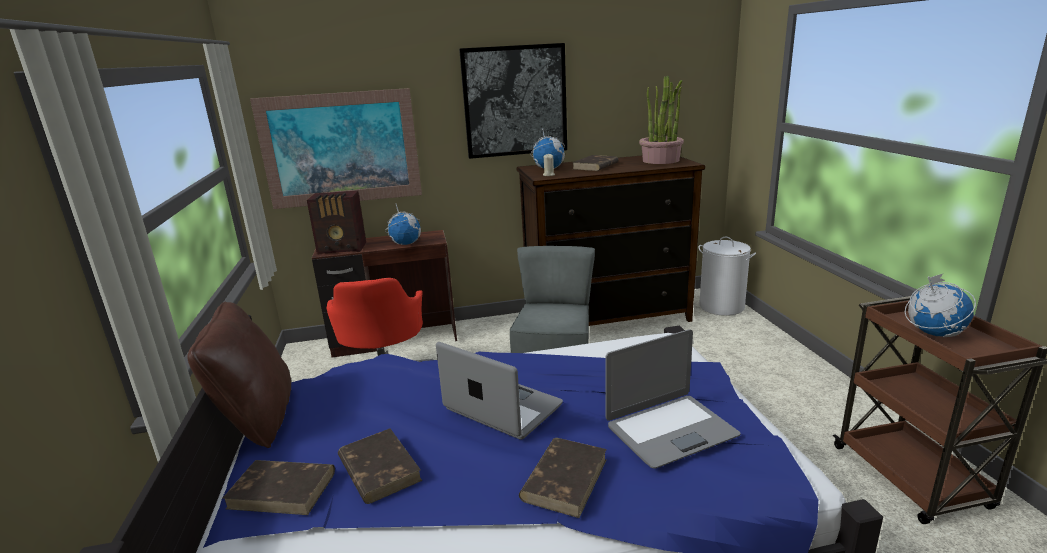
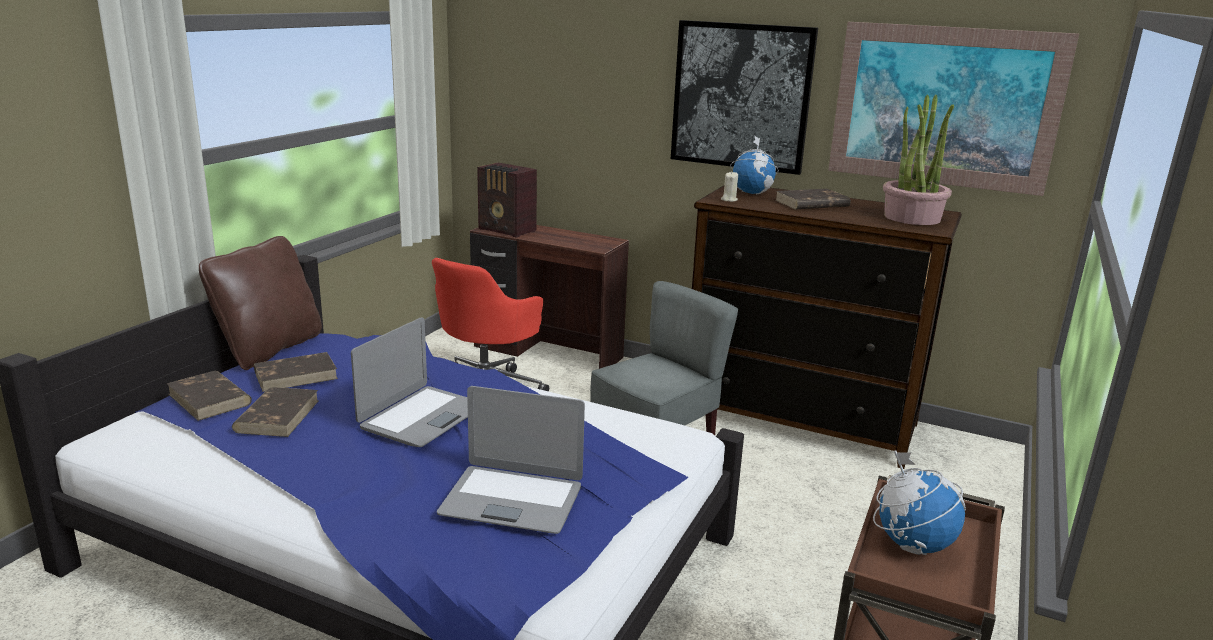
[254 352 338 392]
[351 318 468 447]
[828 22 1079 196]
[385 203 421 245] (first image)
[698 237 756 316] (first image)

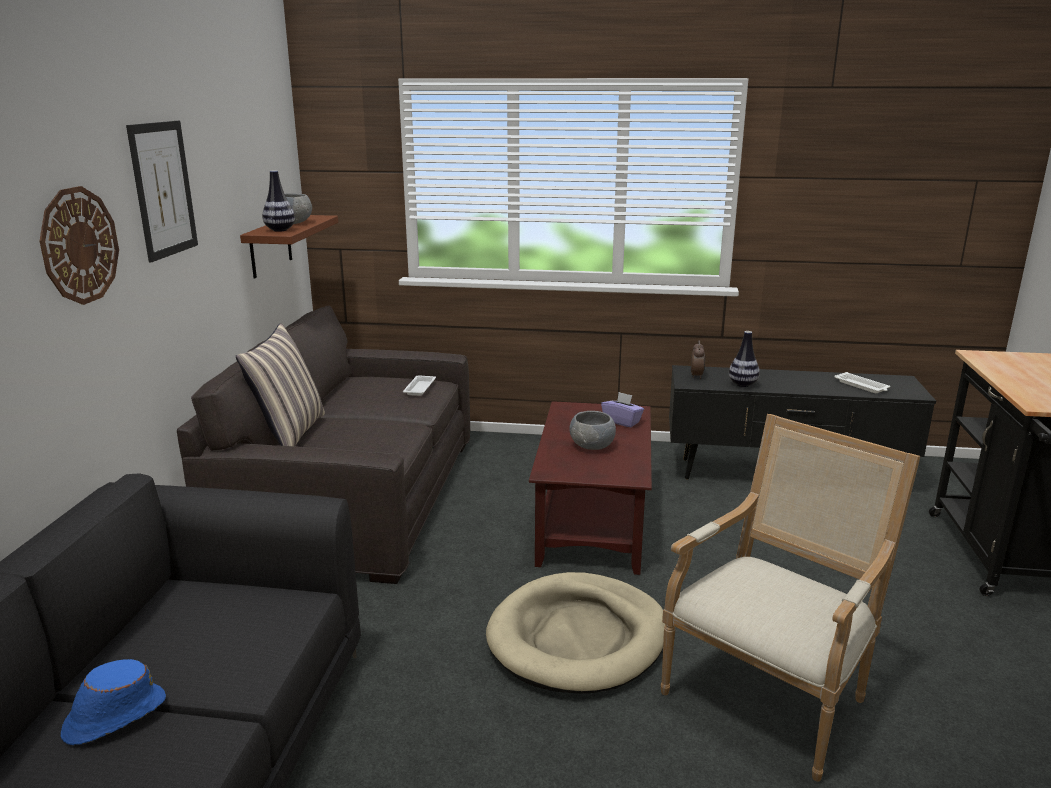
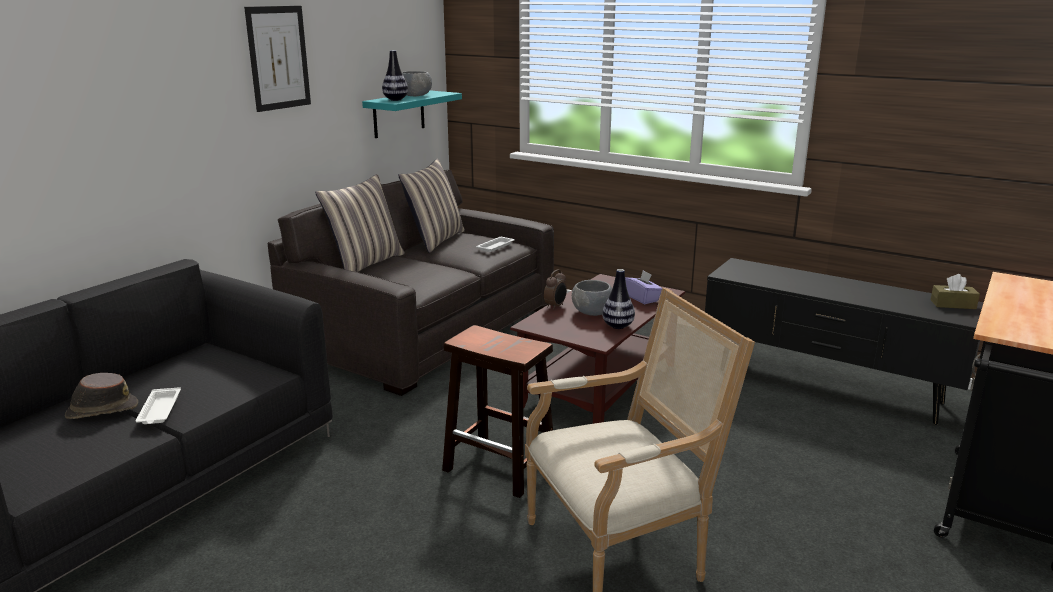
[65 373 138 419]
[136 387 181 424]
[362 90 462 138]
[398 159 465 253]
[442 325 553 498]
[544 270 567 310]
[602 269 635 329]
[931 274 980 309]
[40 186 119 305] (first image)

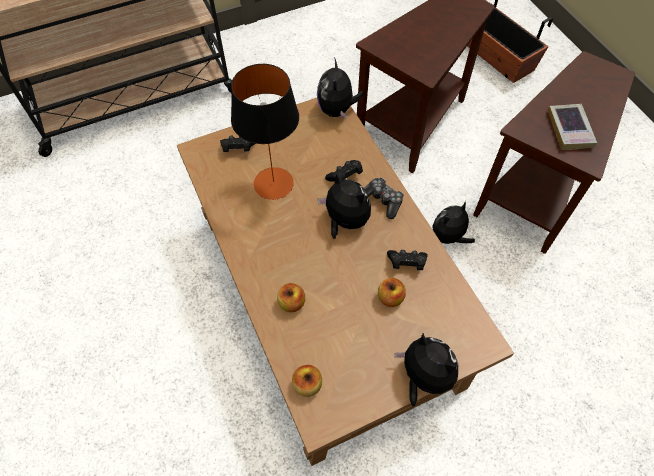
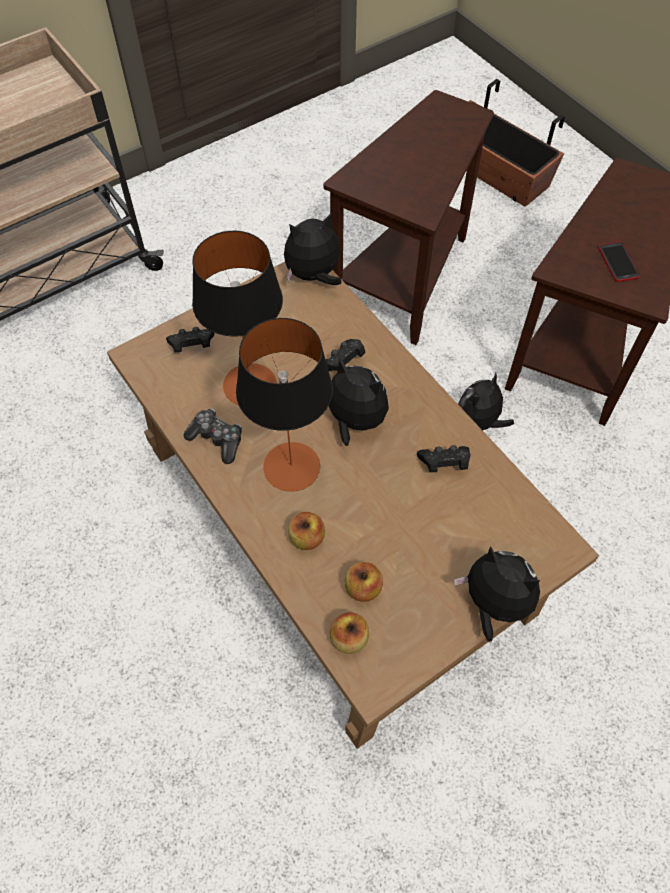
[184 409 242 464]
[236 318 333 492]
[284 213 341 285]
[345 561 383 602]
[598 241 640 282]

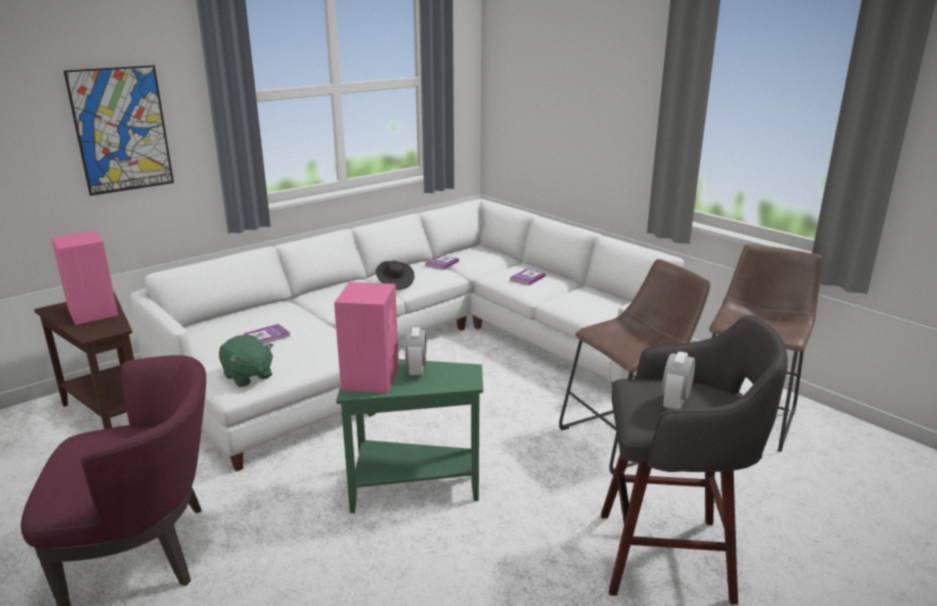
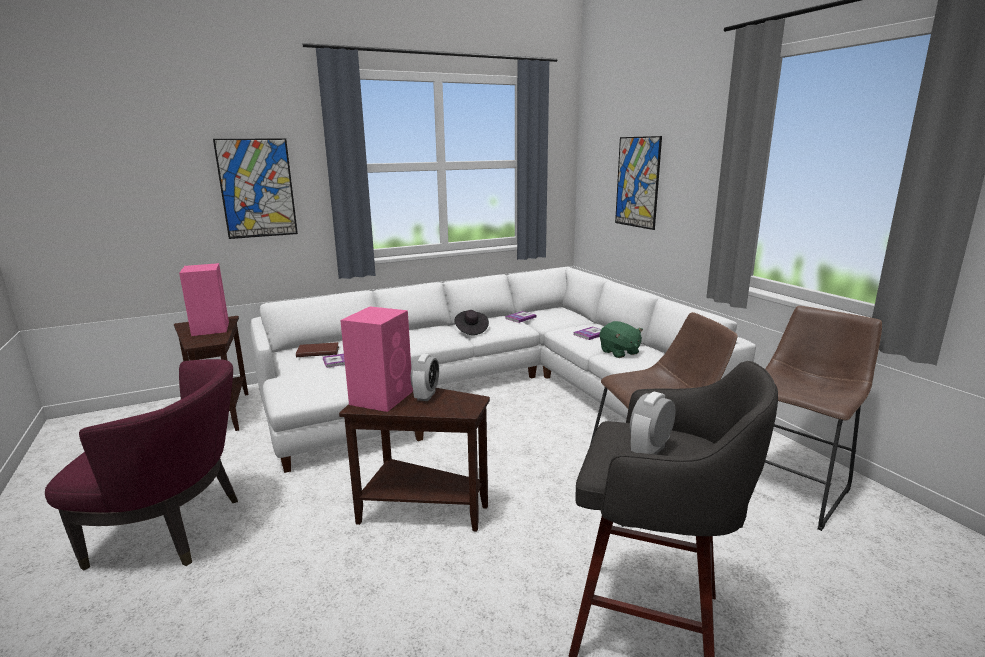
[296 342 339 357]
[339 388 490 532]
[600 321 643 358]
[615 136 662 230]

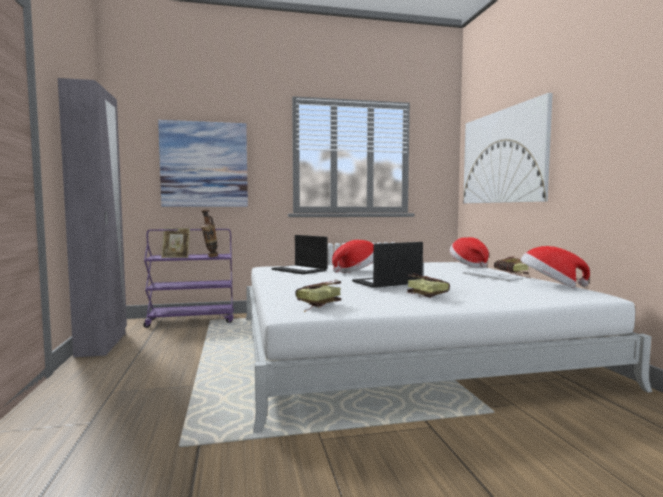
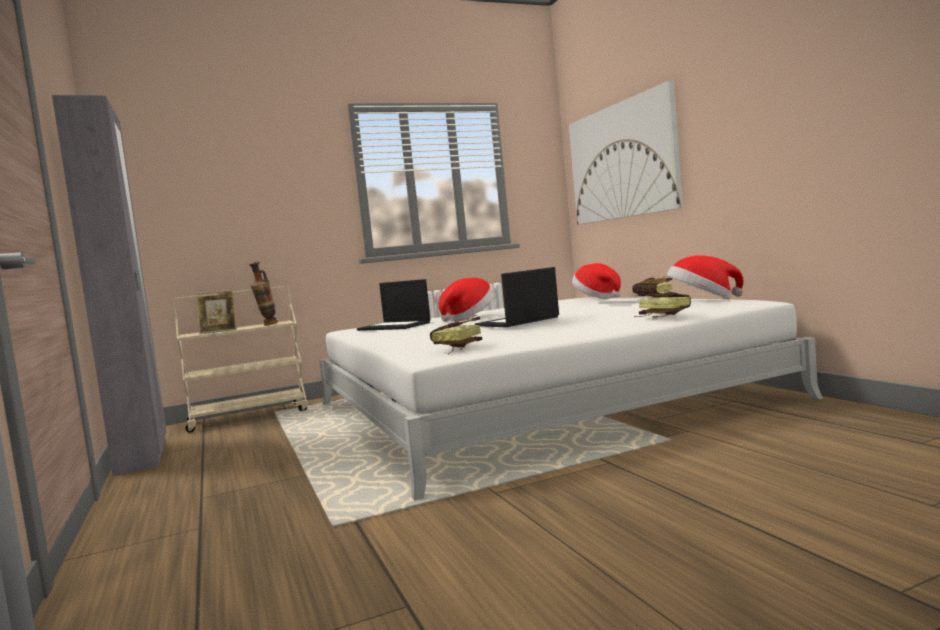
[173 286 308 432]
[634 290 691 317]
[158 120 248 207] (first image)

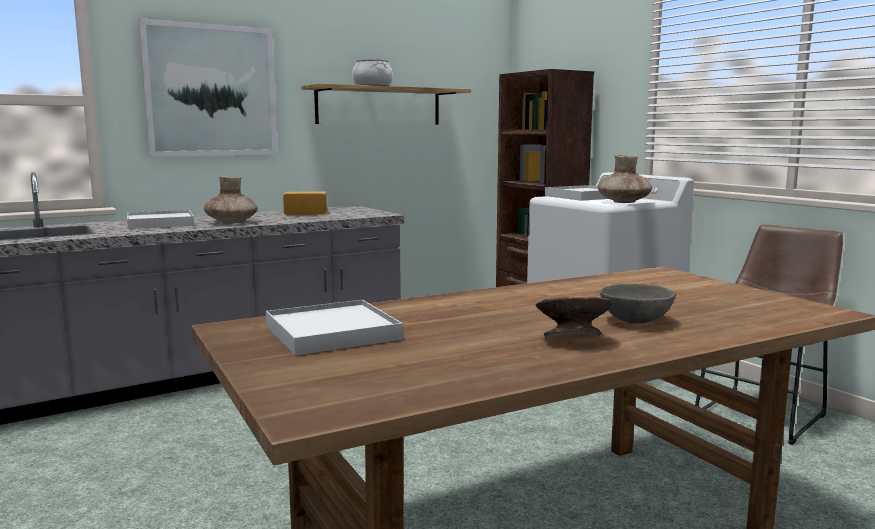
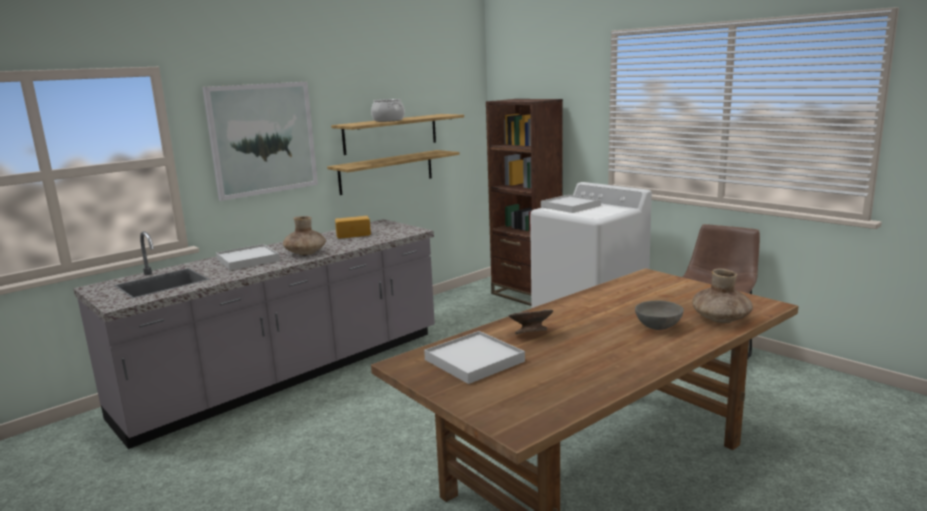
[327 150 460 195]
[508 310 553 334]
[692 268 753 323]

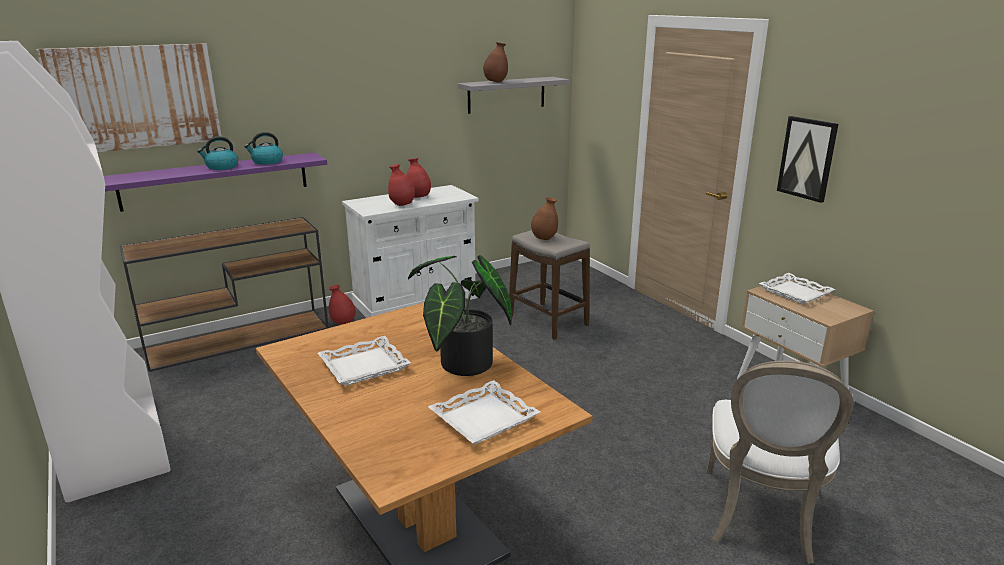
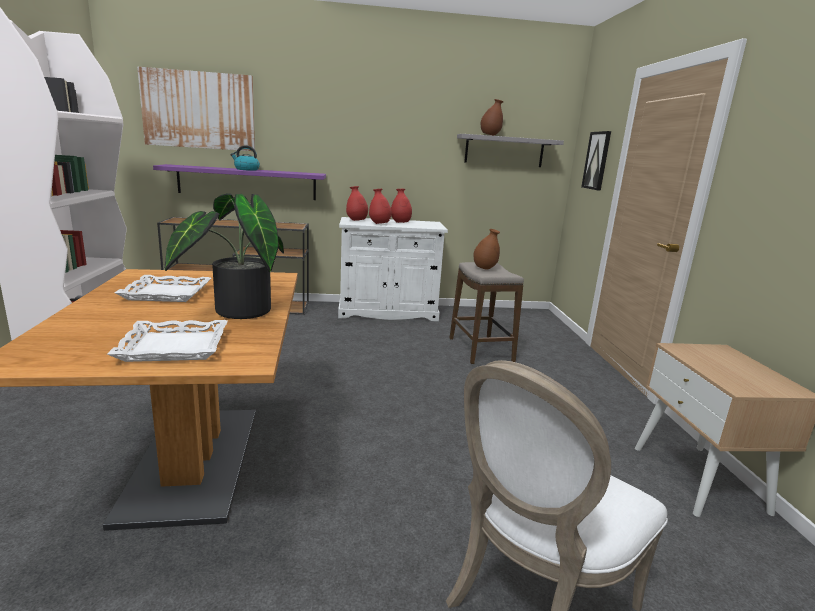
[346 186 368 221]
[581 131 611 191]
[244 132 283 165] (first image)
[759 273 835 304] (first image)

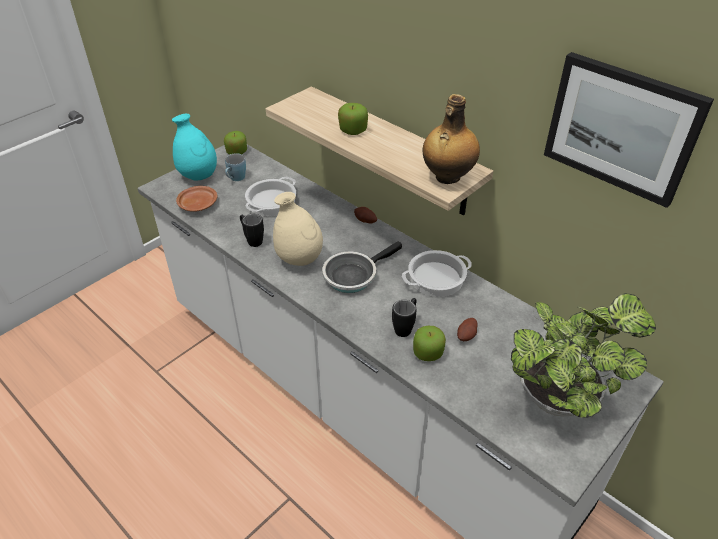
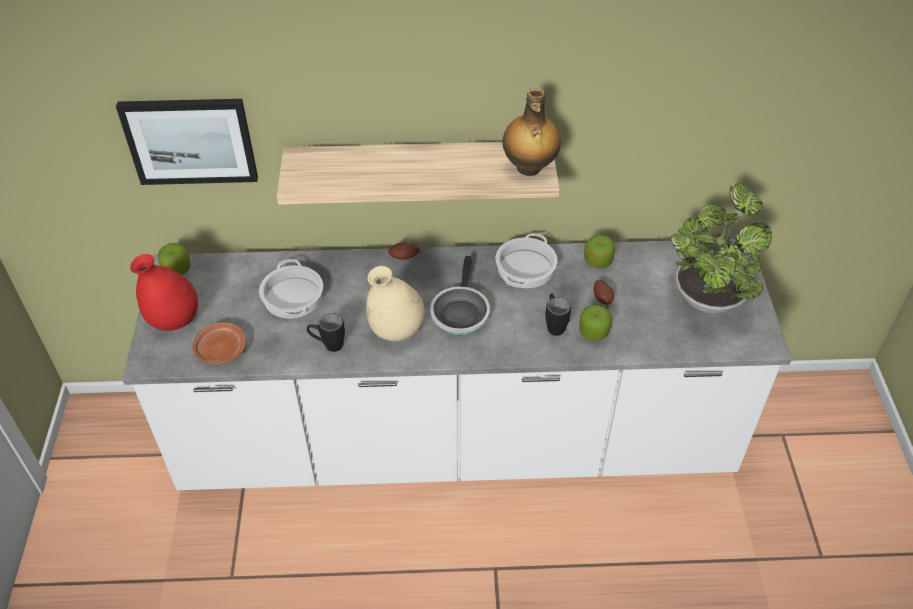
[116 99 258 185]
[130 254 198 331]
[584 235 615 268]
[225 153 246 181] (first image)

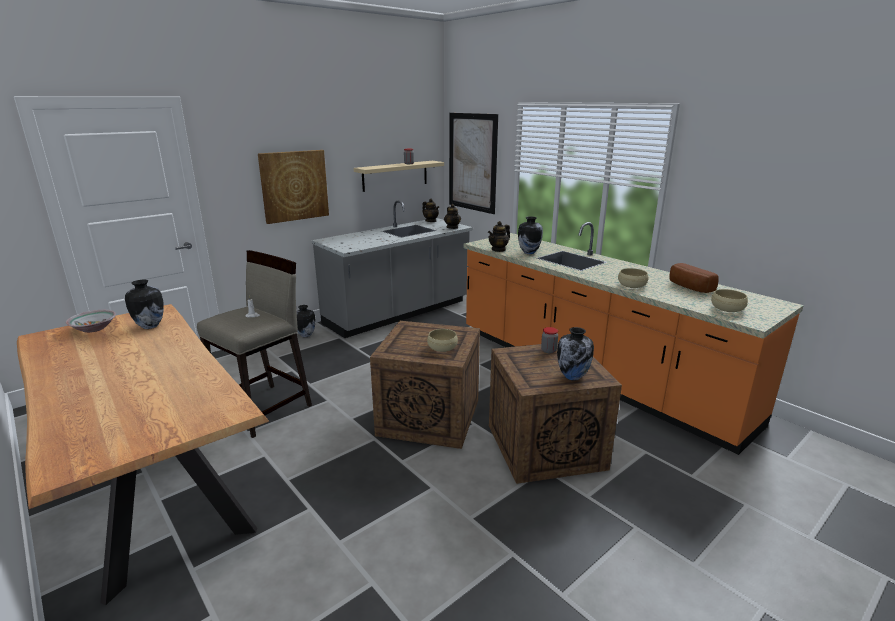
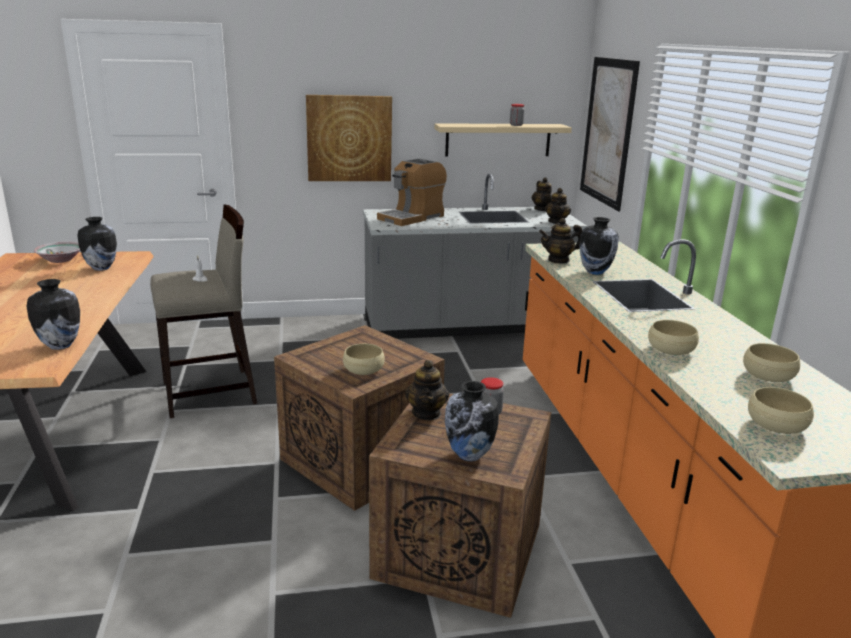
[27 279 80 350]
[377 159 447 226]
[405 360 449 420]
[743 343 800 382]

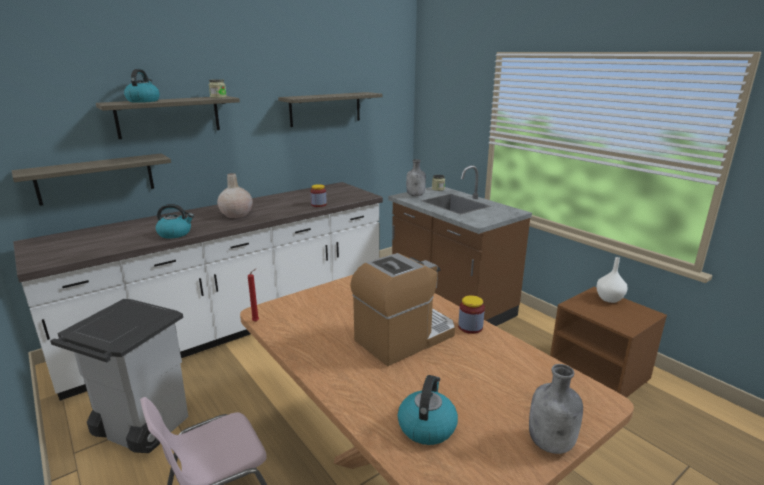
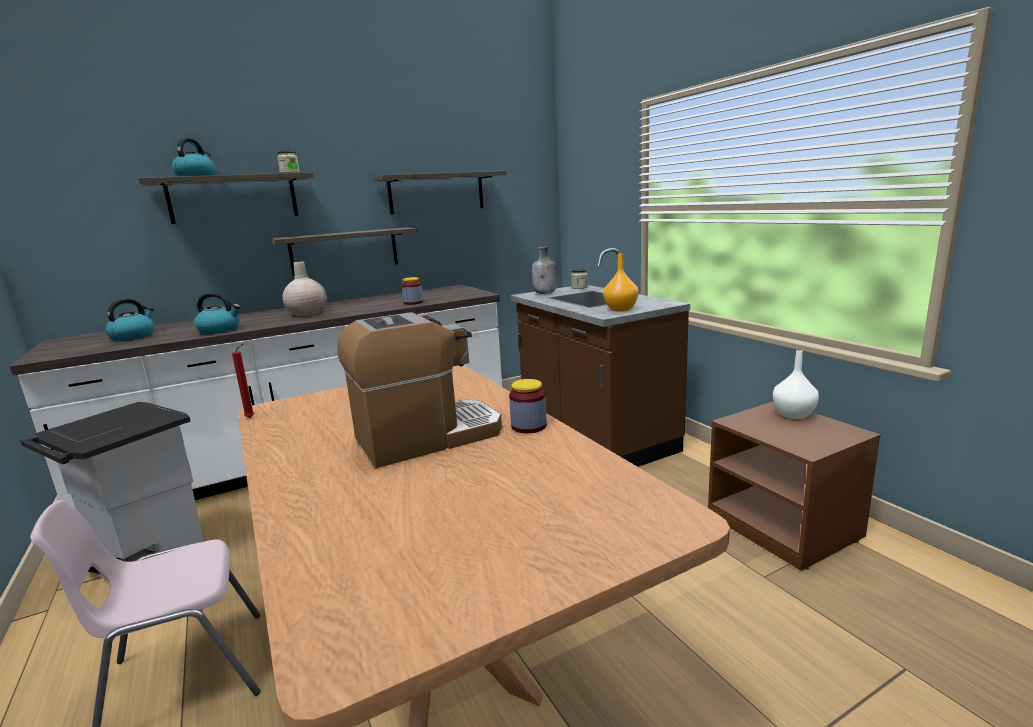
[105 299 154 341]
[271 227 417 276]
[603 253 638 311]
[529 364 583 454] (first image)

